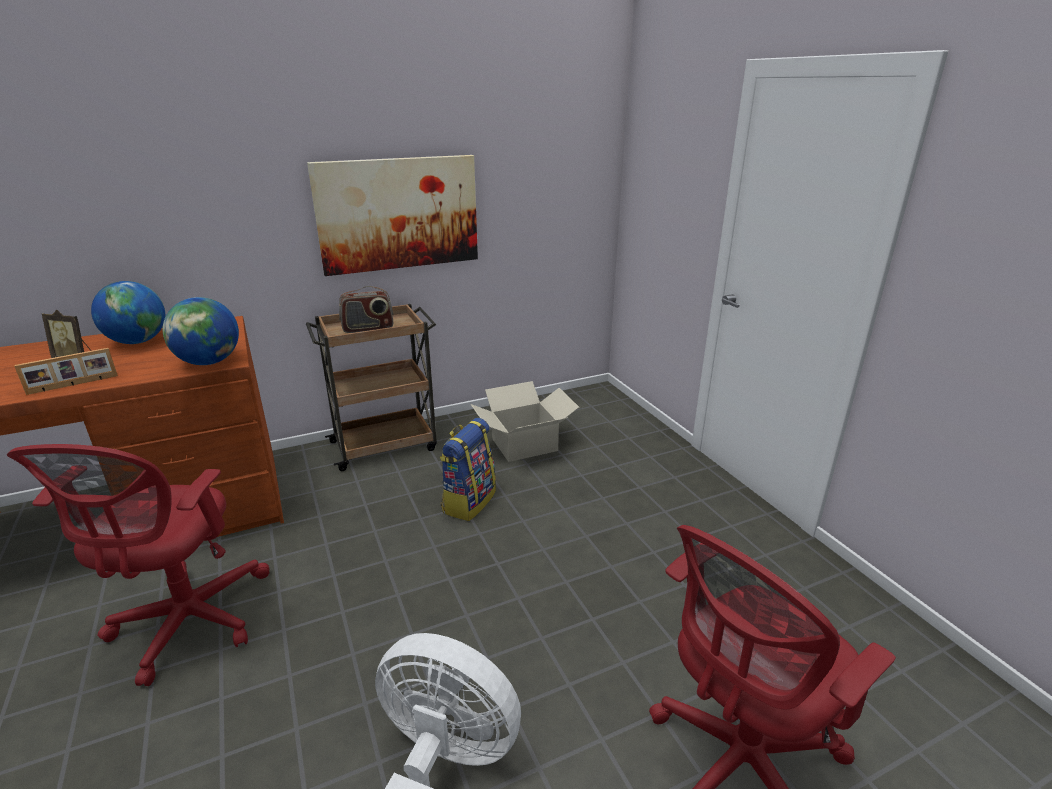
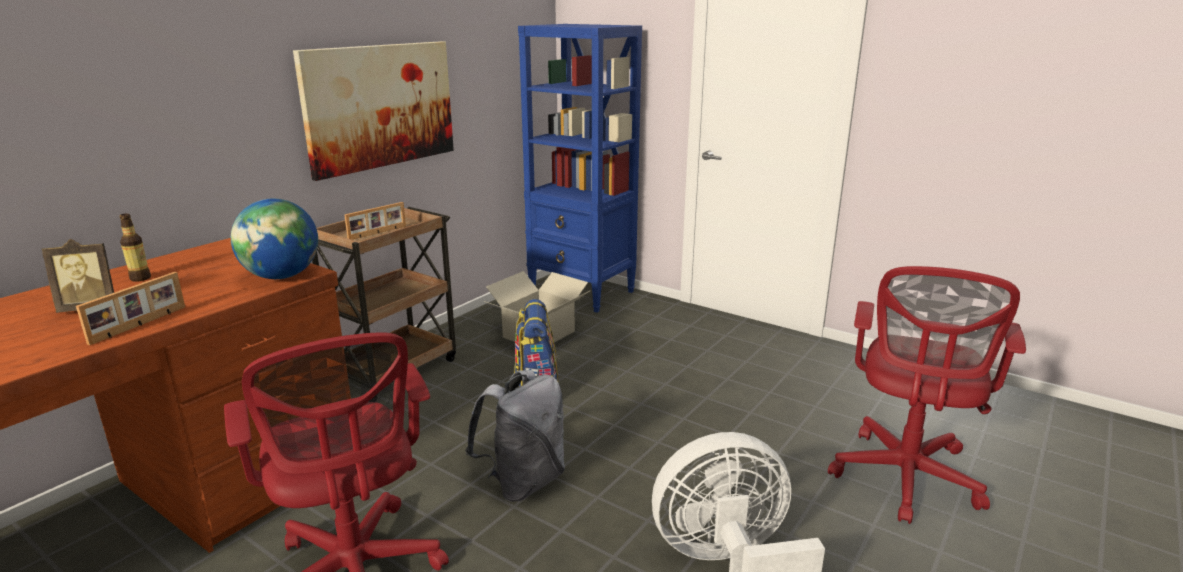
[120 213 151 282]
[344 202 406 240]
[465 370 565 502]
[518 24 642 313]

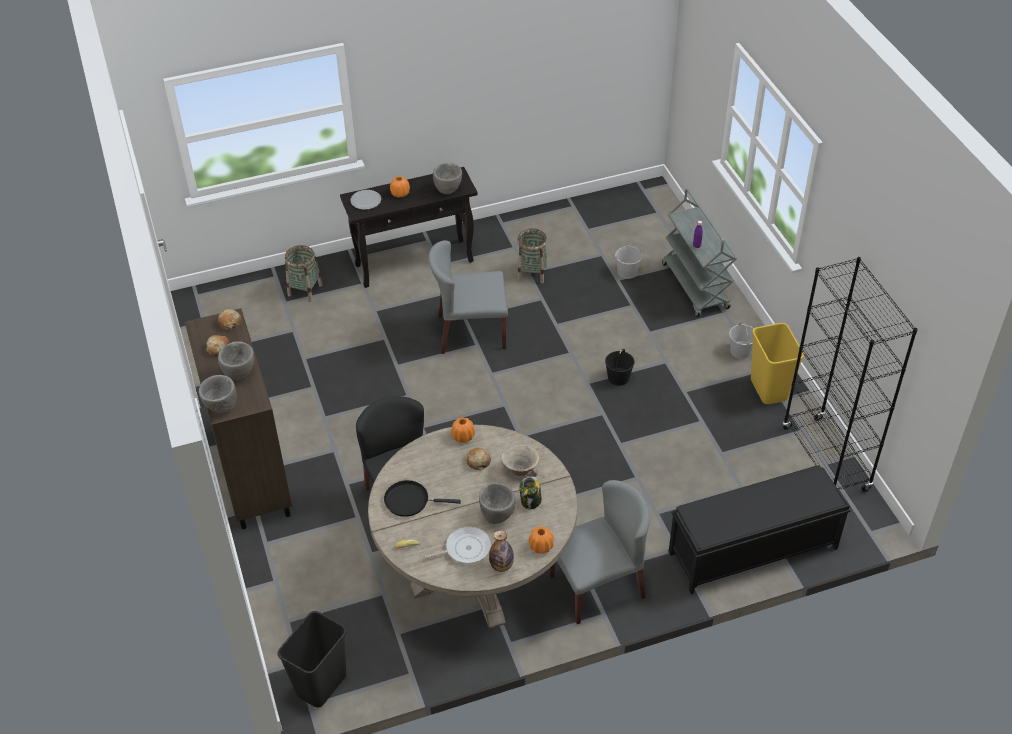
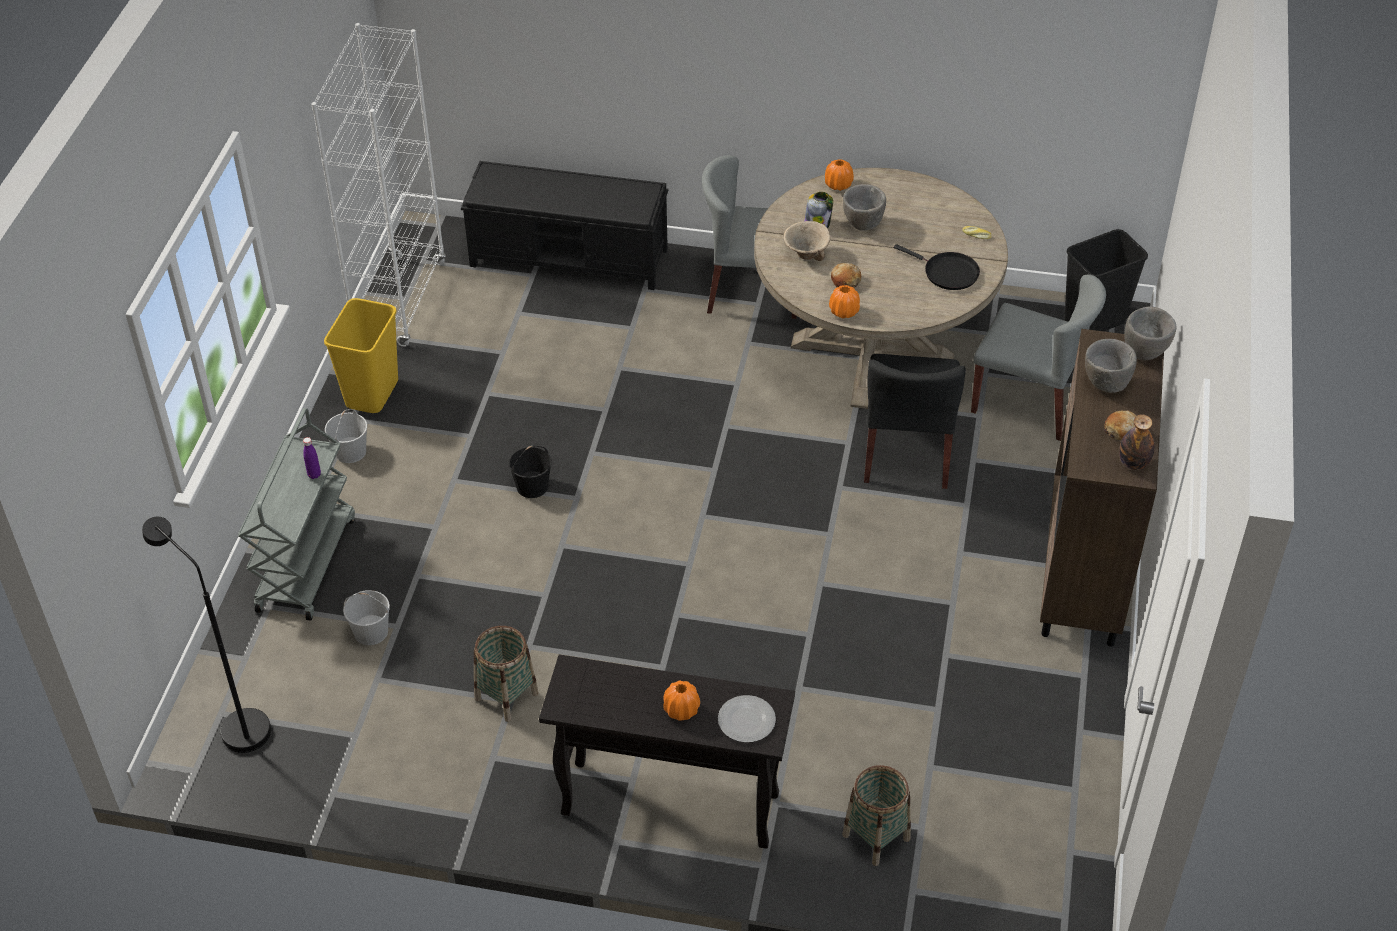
[142 517 271 753]
[312 23 446 347]
[971 274 1106 441]
[1119 414 1154 470]
[218 309 241 330] (first image)
[422 527 491 563] (first image)
[433 163 462 194] (first image)

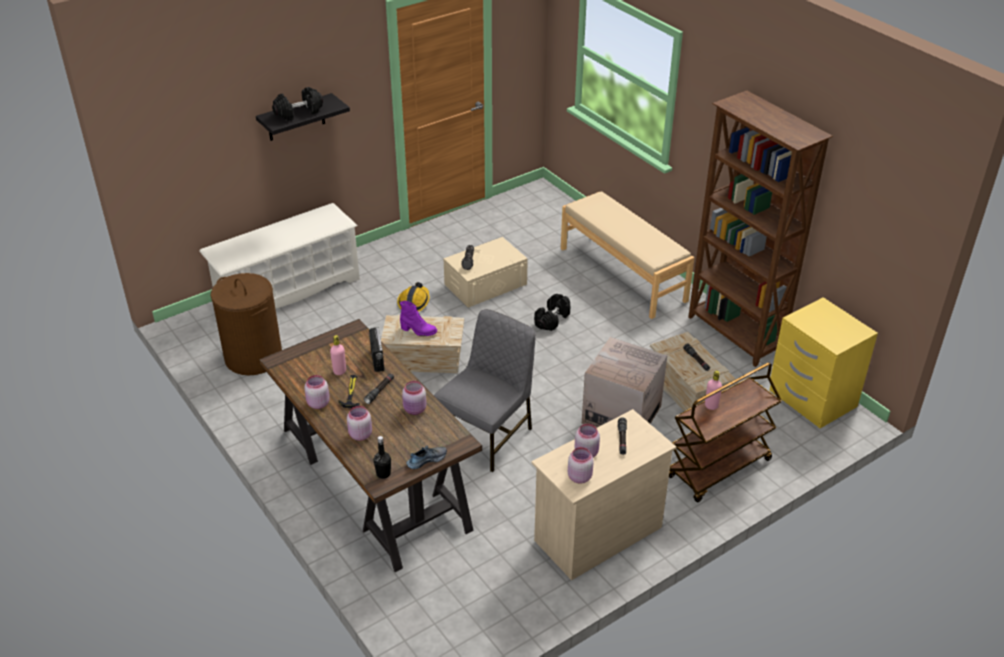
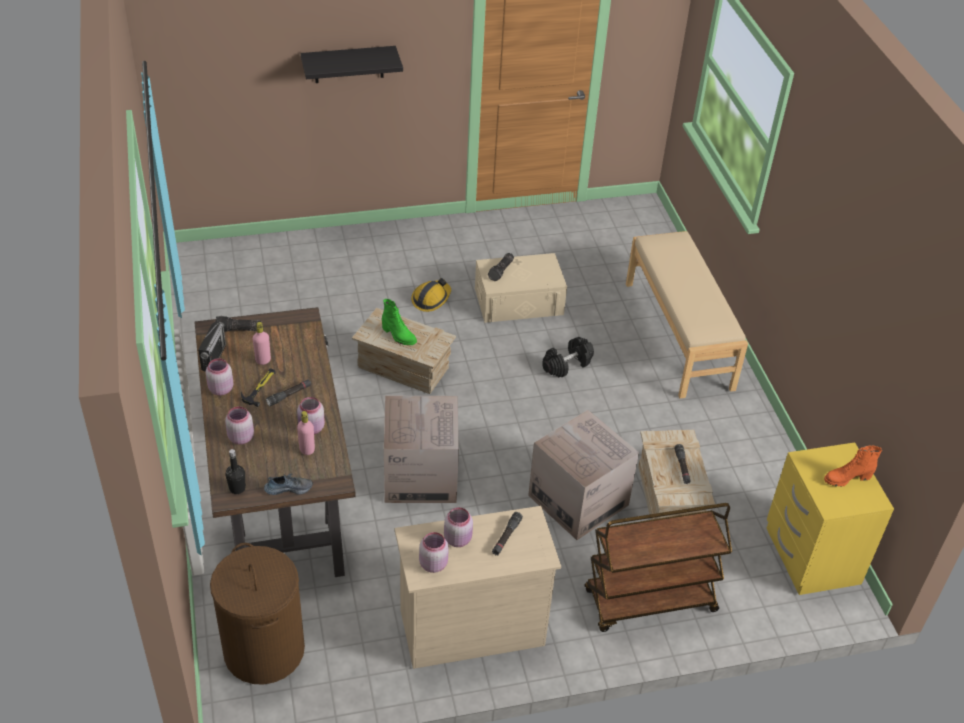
[198 322 226 372]
[210 543 305 685]
[215 316 262 332]
[297 411 315 455]
[382 299 417 345]
[384 396 459 503]
[824 445 882 487]
[199 203 360 309] (first image)
[272 87 323 121] (first image)
[688 90 833 367] (first image)

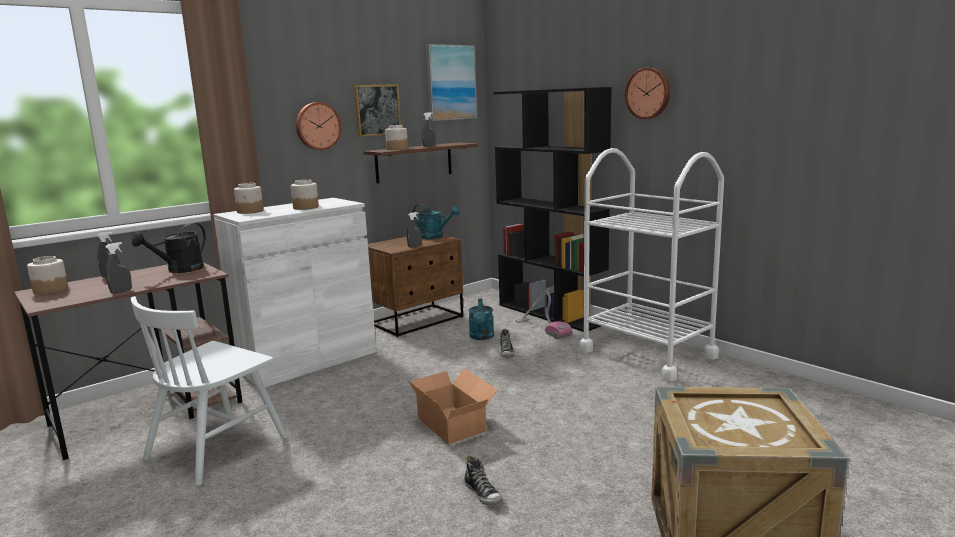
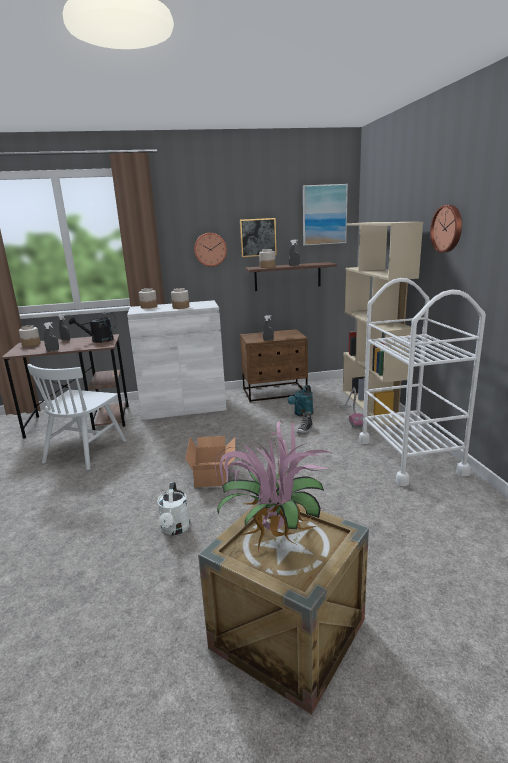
[27 364 126 470]
[157 482 190 535]
[215 420 331 554]
[343 222 423 427]
[413 204 460 239] (first image)

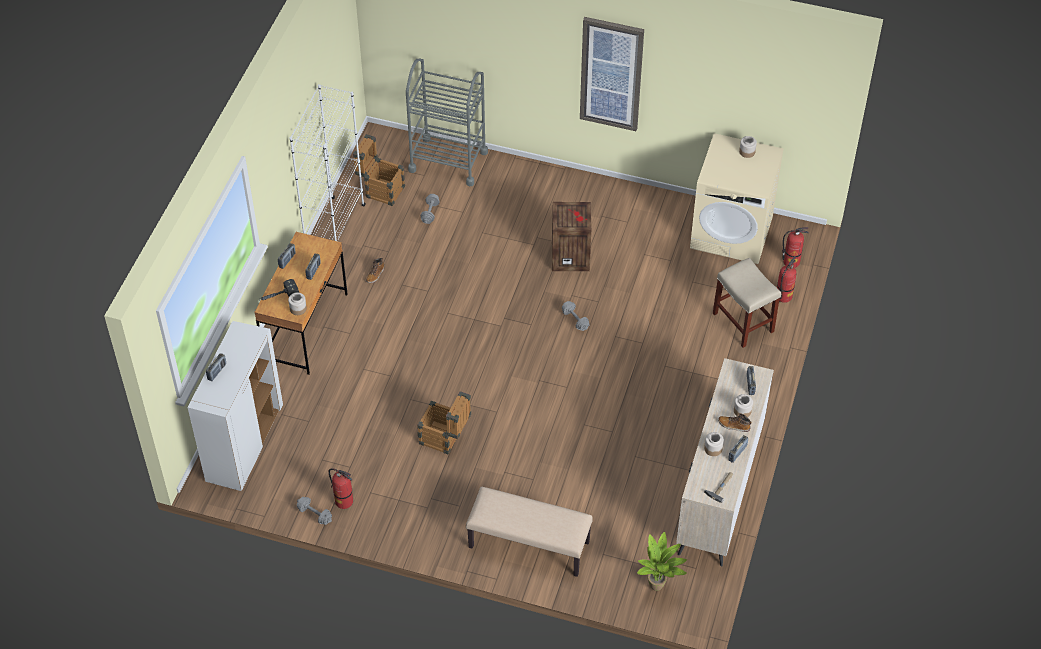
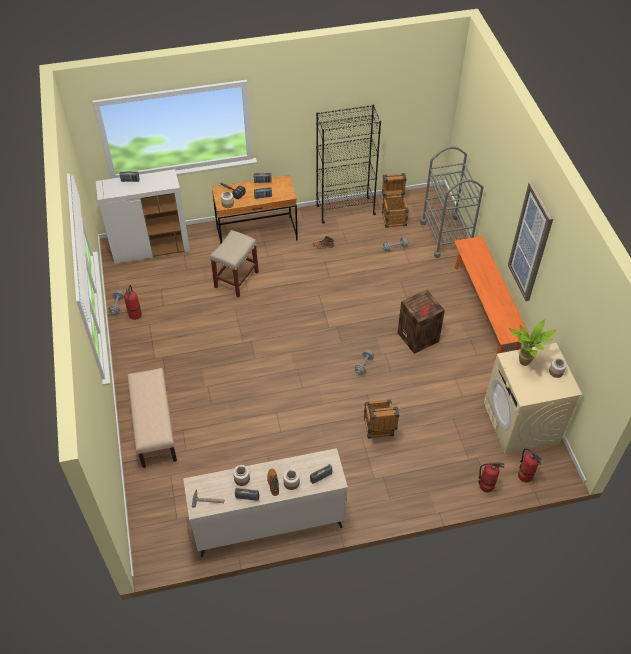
[210 230 259 298]
[316 105 381 224]
[364 399 399 439]
[454 236 530 359]
[509 319 556 366]

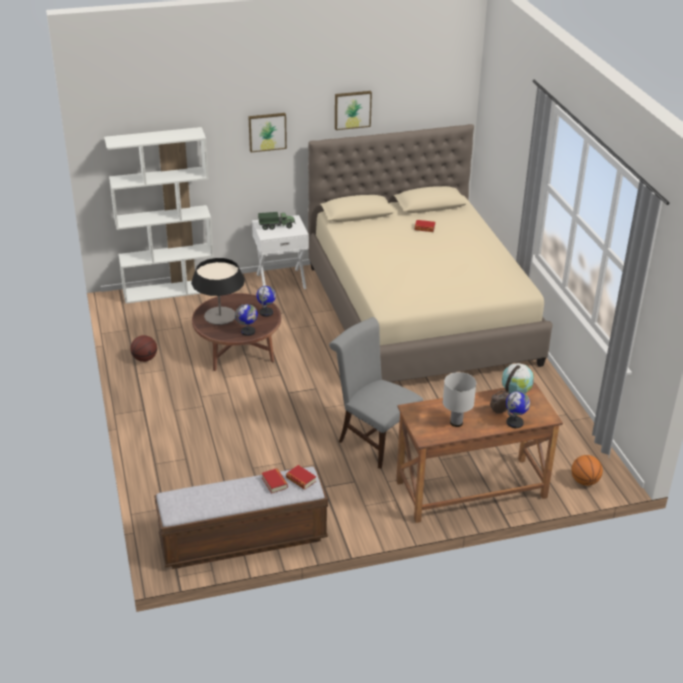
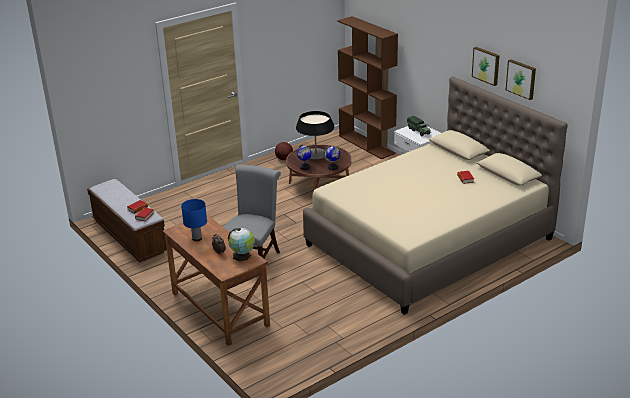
[181 199 207 241]
[337 16 398 159]
[506 59 536 100]
[506 391 530 428] (first image)
[571 455 603 486] (first image)

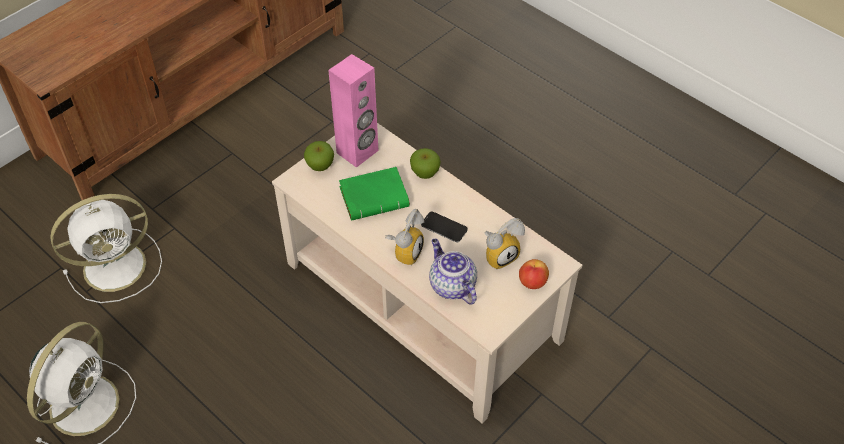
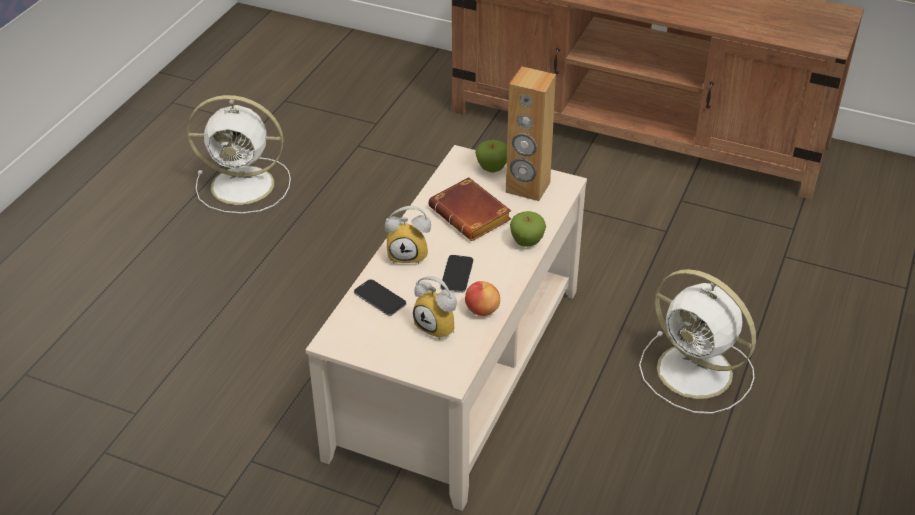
[354 279 406 316]
[428 177 511 241]
[465 281 500 316]
[506 67 556 201]
[639 269 756 414]

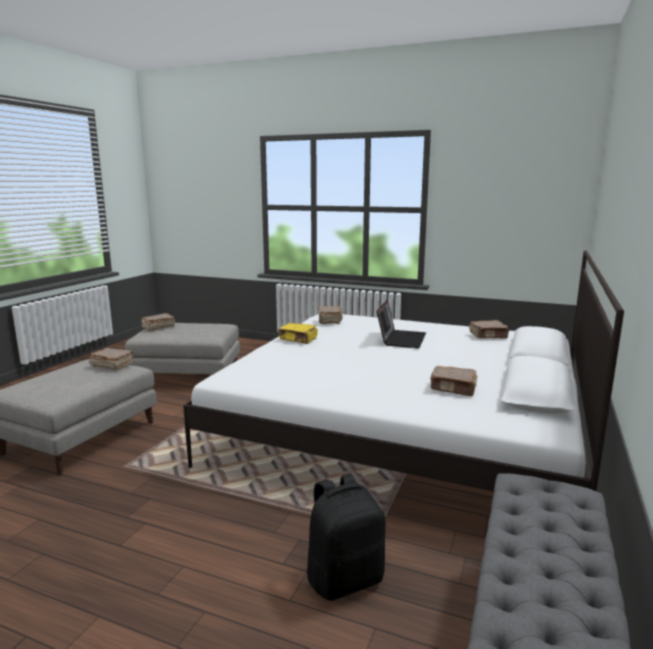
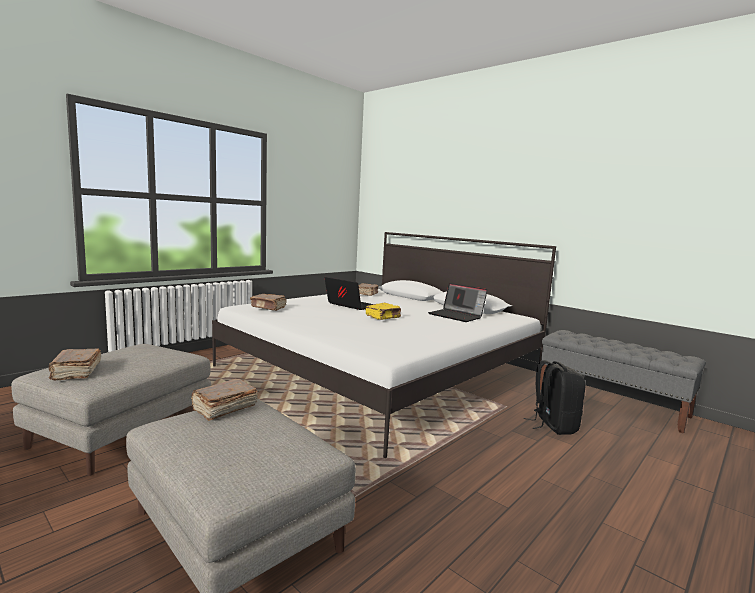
[366 303 401 320]
[428 283 488 322]

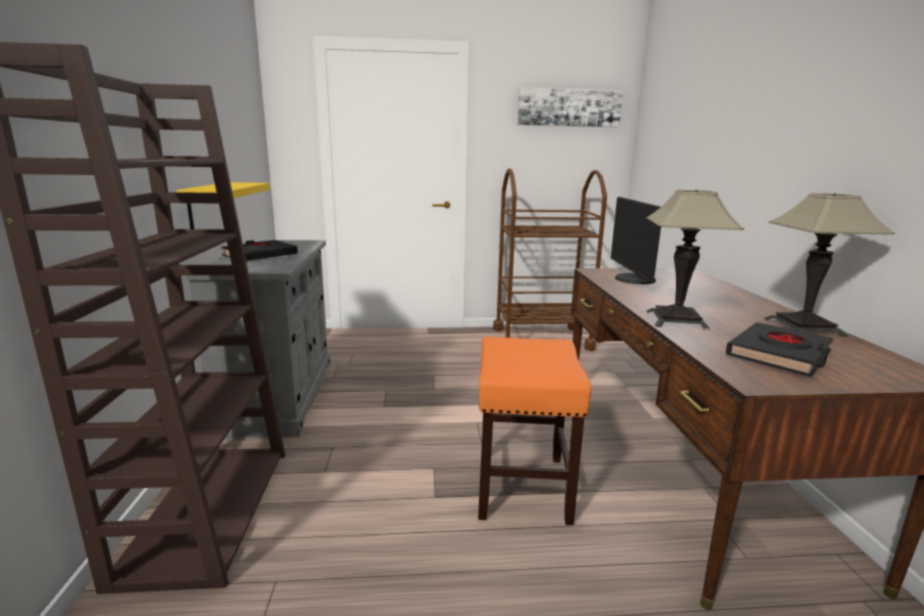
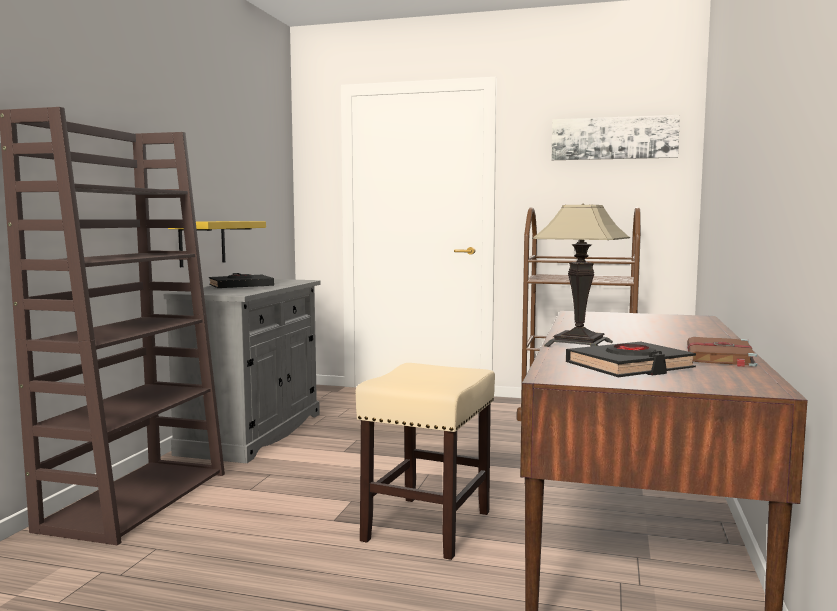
[355 363 495 560]
[687 337 757 367]
[611 197 661 284] (first image)

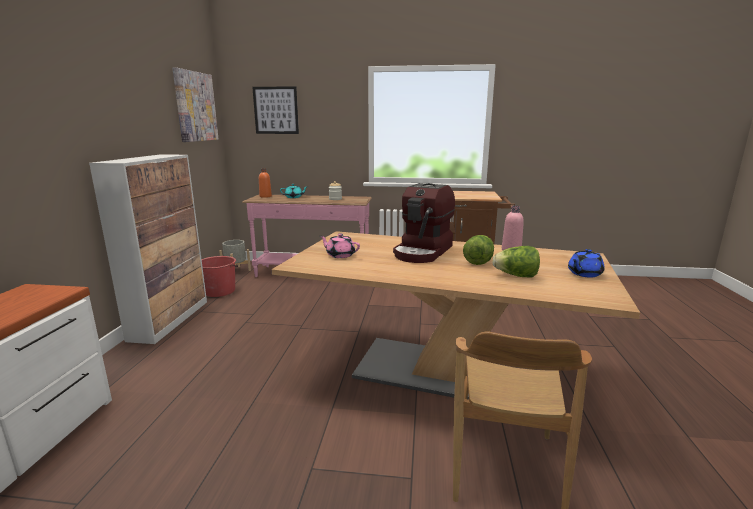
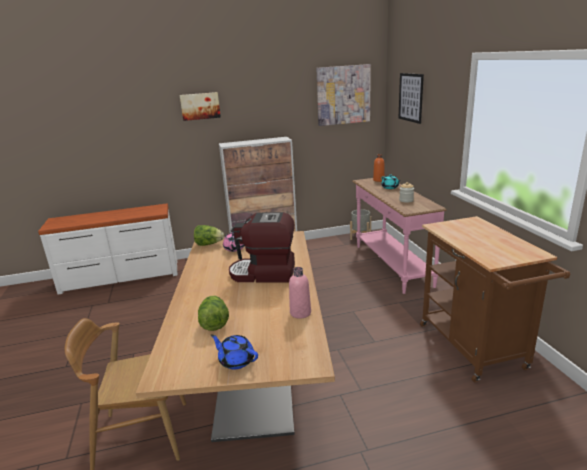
[180 92 221 121]
[194 225 224 246]
[202 256 238 297] (first image)

